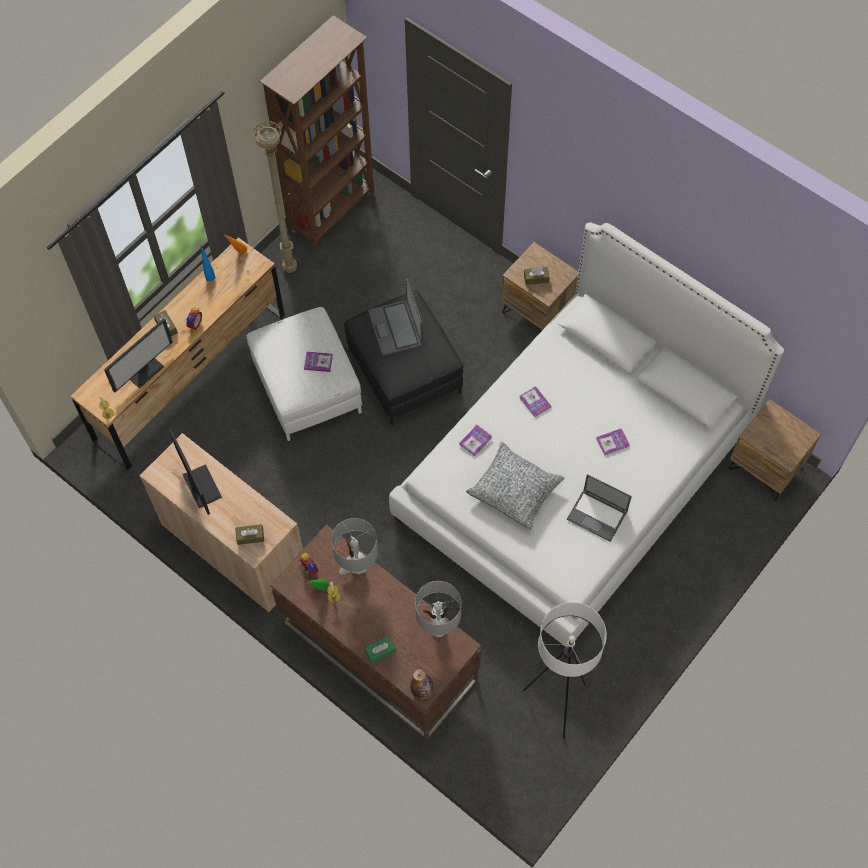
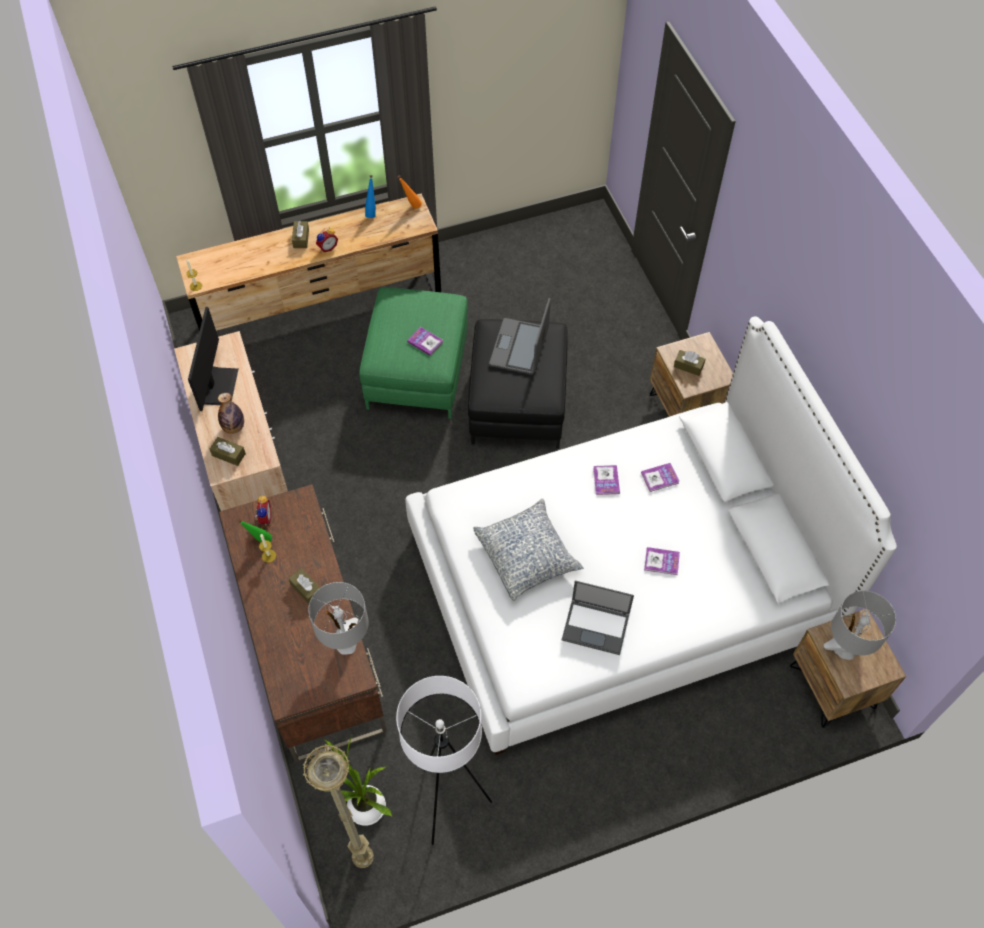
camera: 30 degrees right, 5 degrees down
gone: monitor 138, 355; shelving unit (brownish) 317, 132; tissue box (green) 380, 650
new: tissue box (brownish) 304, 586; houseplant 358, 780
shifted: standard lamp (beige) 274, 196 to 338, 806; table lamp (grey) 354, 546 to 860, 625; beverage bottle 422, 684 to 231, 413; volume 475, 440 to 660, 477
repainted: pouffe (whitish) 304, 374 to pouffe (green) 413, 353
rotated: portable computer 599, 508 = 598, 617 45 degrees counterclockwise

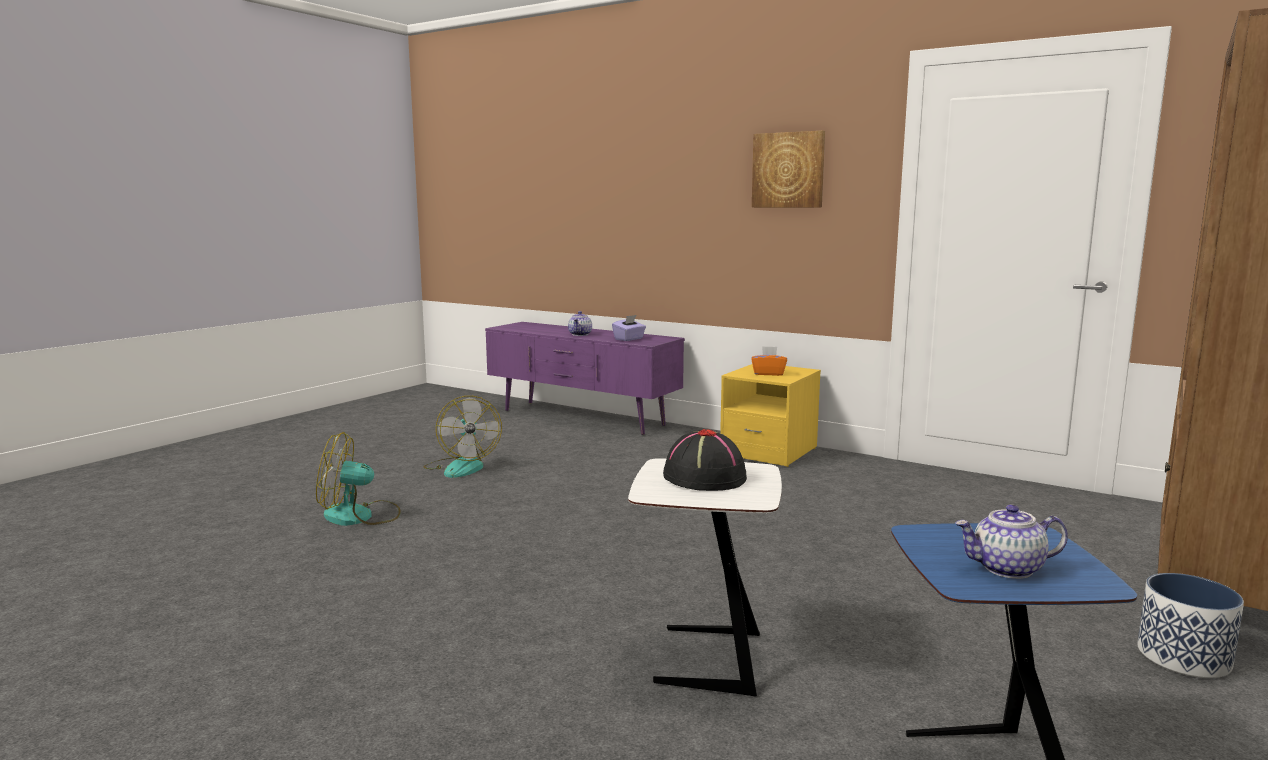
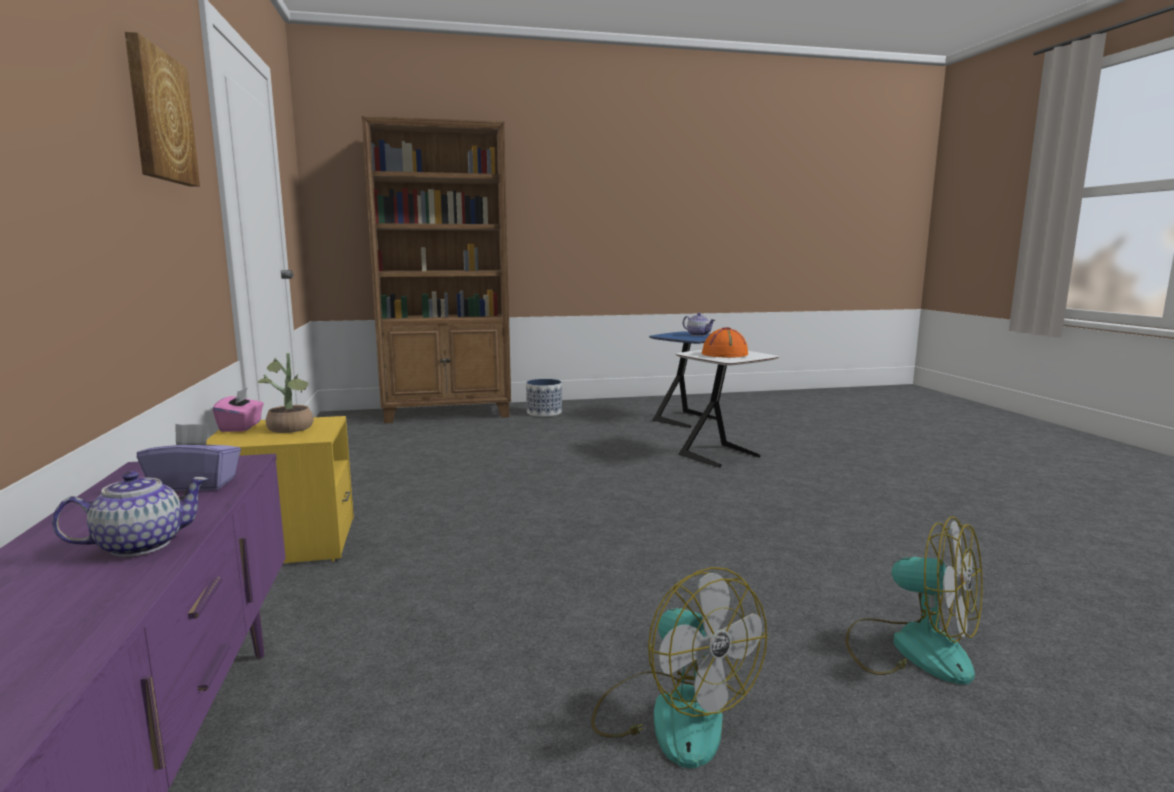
camera: 135 degrees left, 0 degrees up
new: tissue box (pinkish) 238, 409
swapped: tissue box (orange) 769, 361 to houseplant 286, 393
repainted: wearable hat (black-coloured) 705, 460 to wearable hat (orange) 725, 342
rotated: fan 462, 437 = 679, 667 120 degrees clockwise

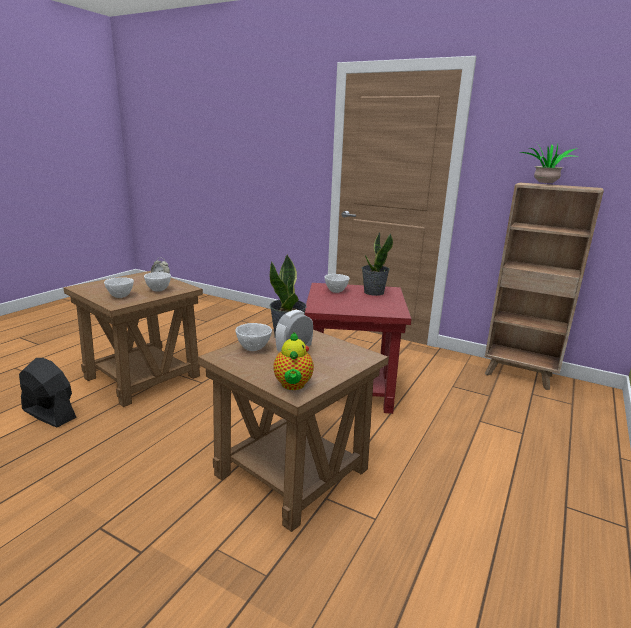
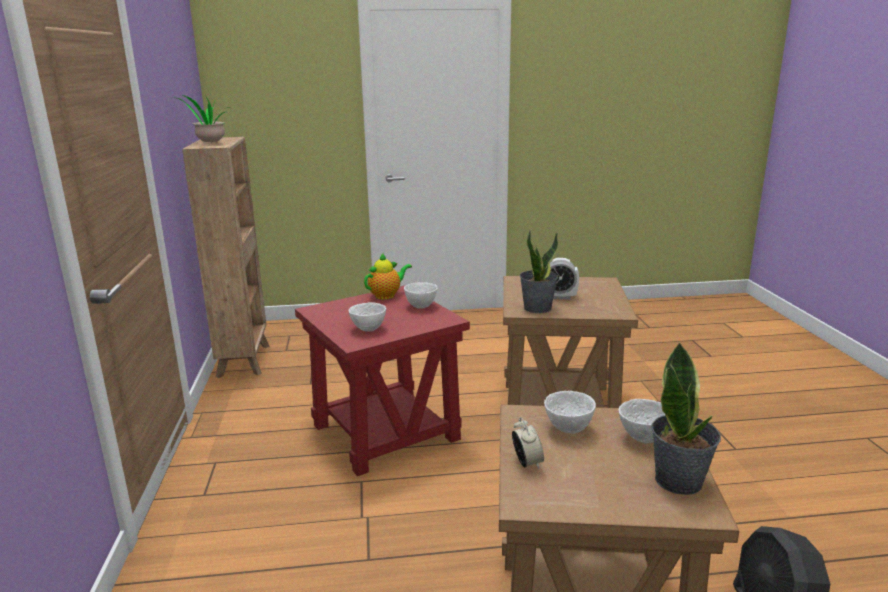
camera: 125 degrees left, 0 degrees up
shifted: bowl (whitish) 253, 337 to 420, 295; pot for tea 293, 361 to 388, 276; houseplant 377, 264 to 686, 418

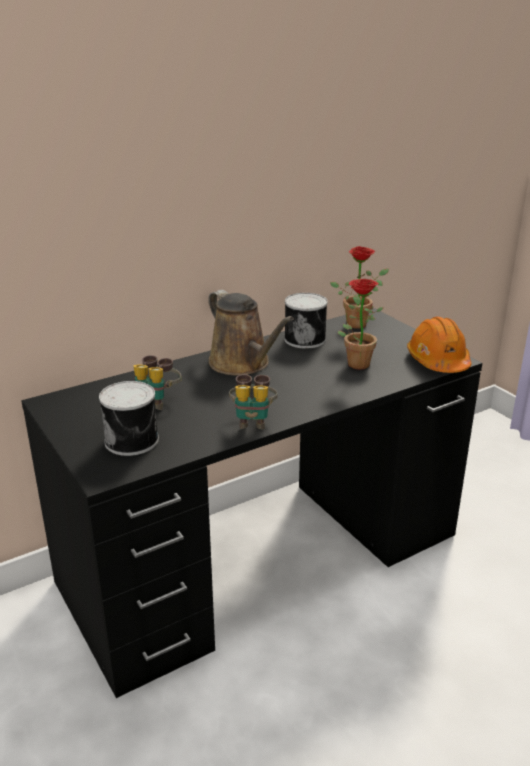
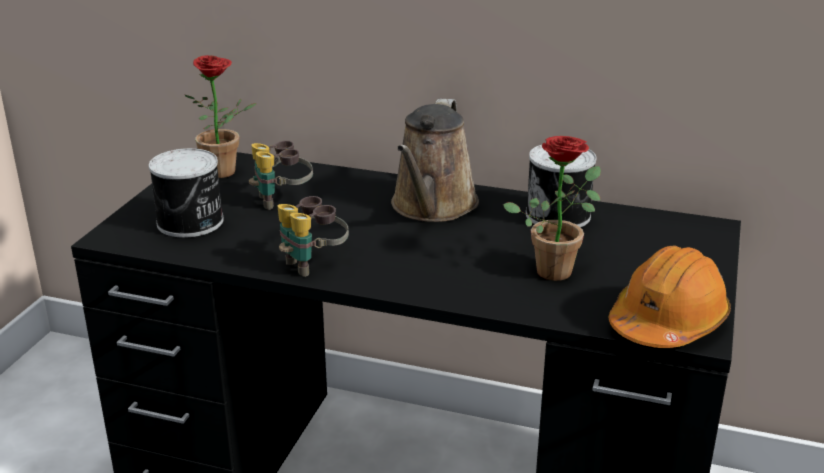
camera: 50 degrees right, 0 degrees up
shifted: houseplant 359, 287 to 220, 116

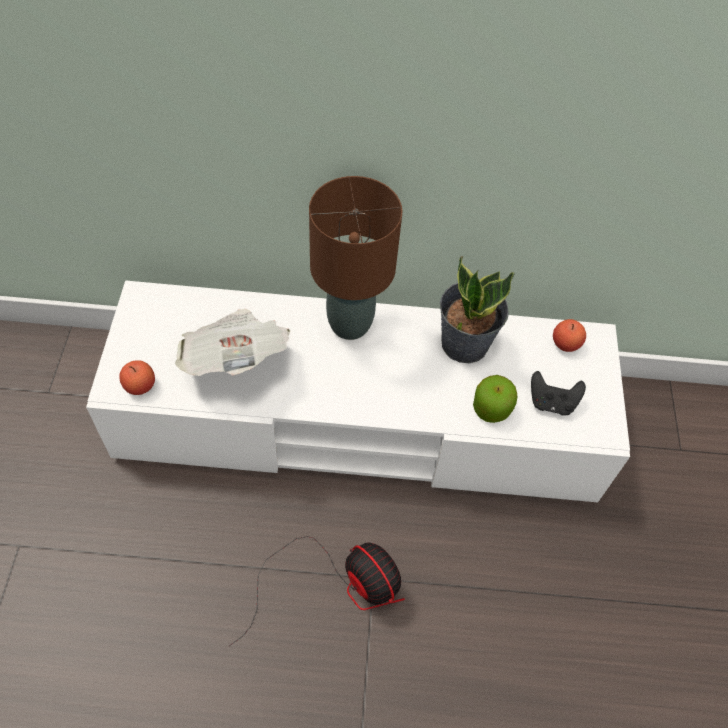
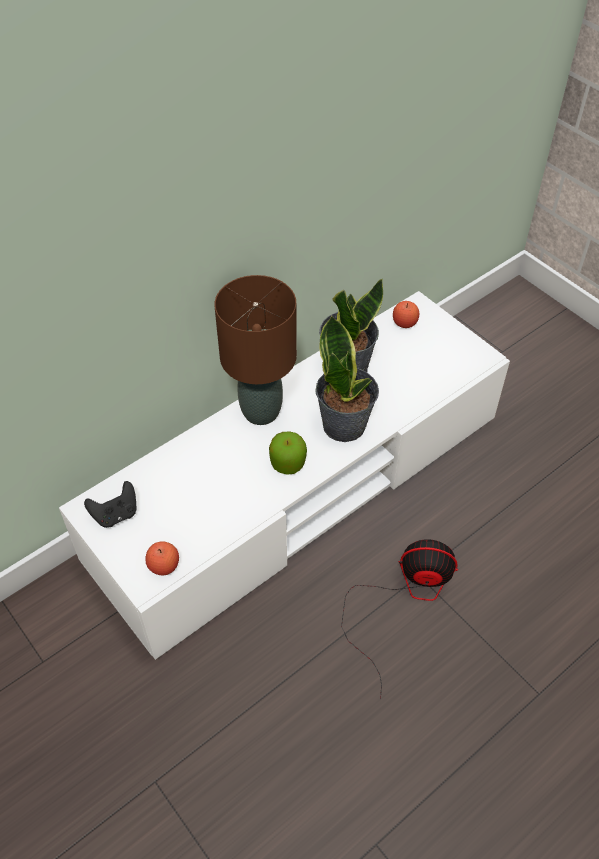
camera: 40 degrees left, 5 degrees down
gone: daily paper 233, 342
new: houseplant 347, 379
shifted: whole apple 495, 399 to 288, 453; game controller (black-coloured) 558, 393 to 110, 504

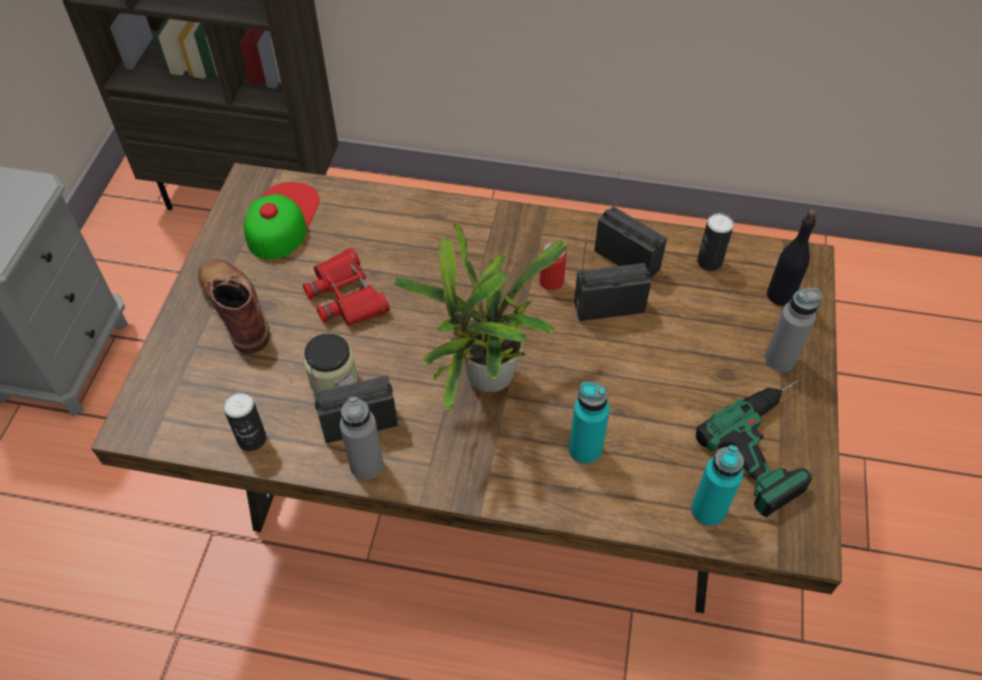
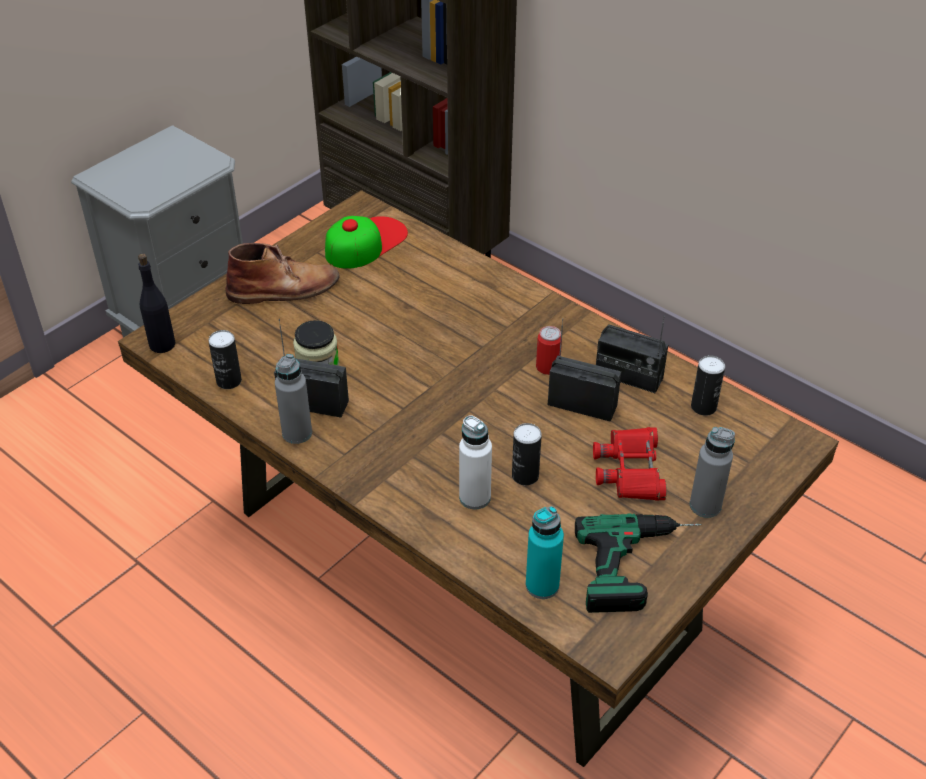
camera: 30 degrees right, 10 degrees down
gone: houseplant 480, 317
new: can 527, 454
shifted: field glasses (red-coloured) 346, 287 to 630, 464; beverage bottle (black-coloured) 792, 257 to 157, 303
repainted: beverage bottle (blue-green) 589, 423 to beverage bottle (whitish) 475, 462
rotated: high-top boot (brownish) 234, 306 = 282, 273 75 degrees clockwise; radio 630, 225 = 632, 354 135 degrees clockwise

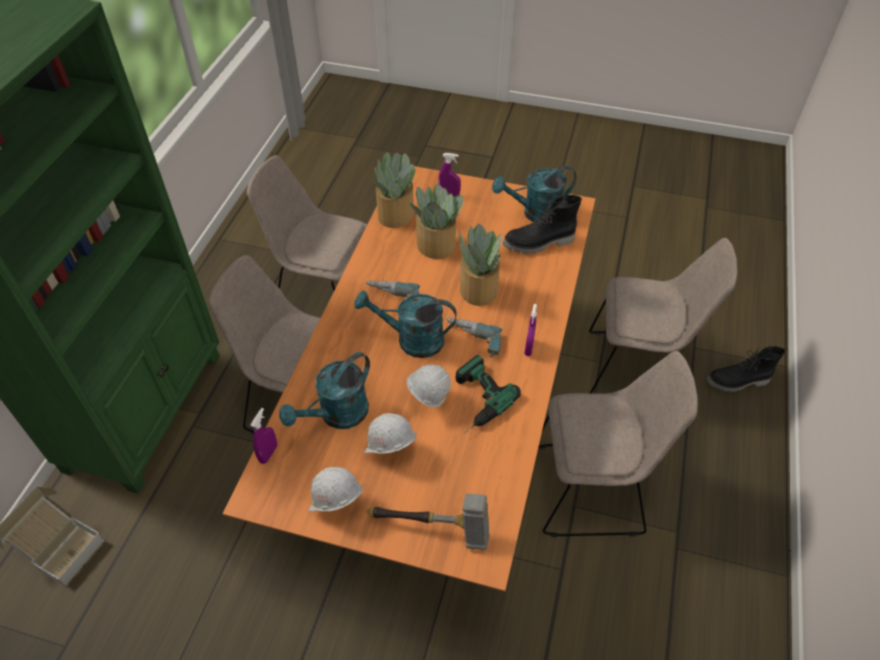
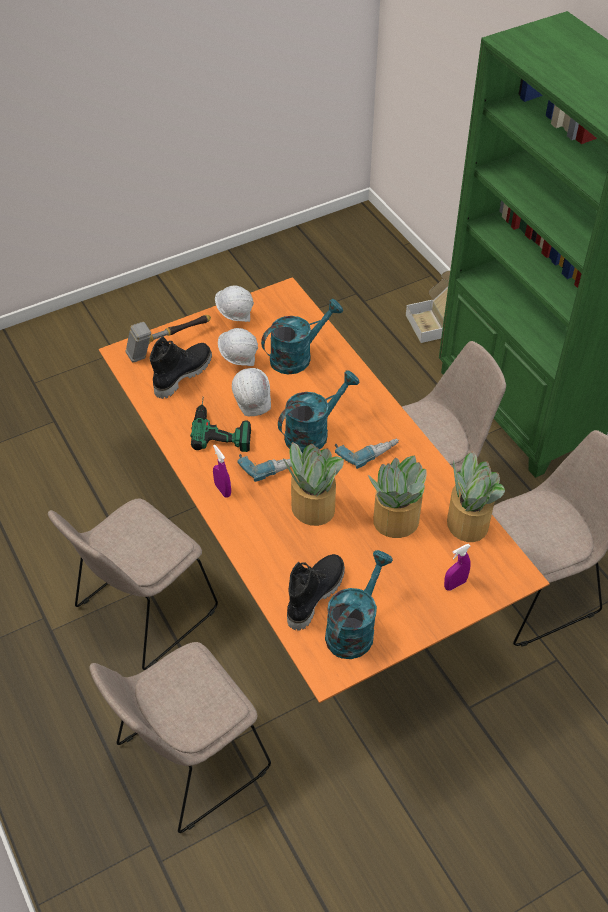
camera: 135 degrees right, 0 degrees up
gone: sprayer (purple) 263, 436
shifted: high-top boot (black-coloured) 746, 369 to 181, 367
rotated: watering can (blue-green) 324, 390 = 302, 336 60 degrees clockwise

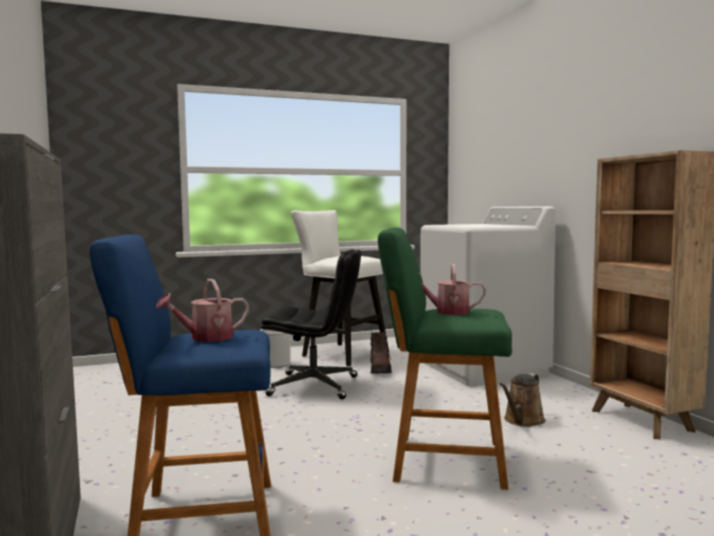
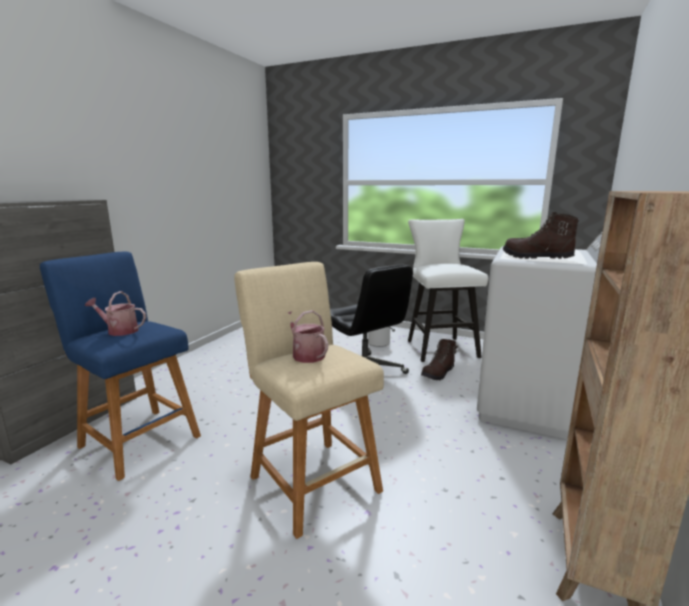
camera: 45 degrees right, 10 degrees up
gone: watering can (brownish) 522, 400
new: high-top boot (brownish) 541, 235
repainted: stool seat (green) 445, 358 to stool seat (beige) 309, 400

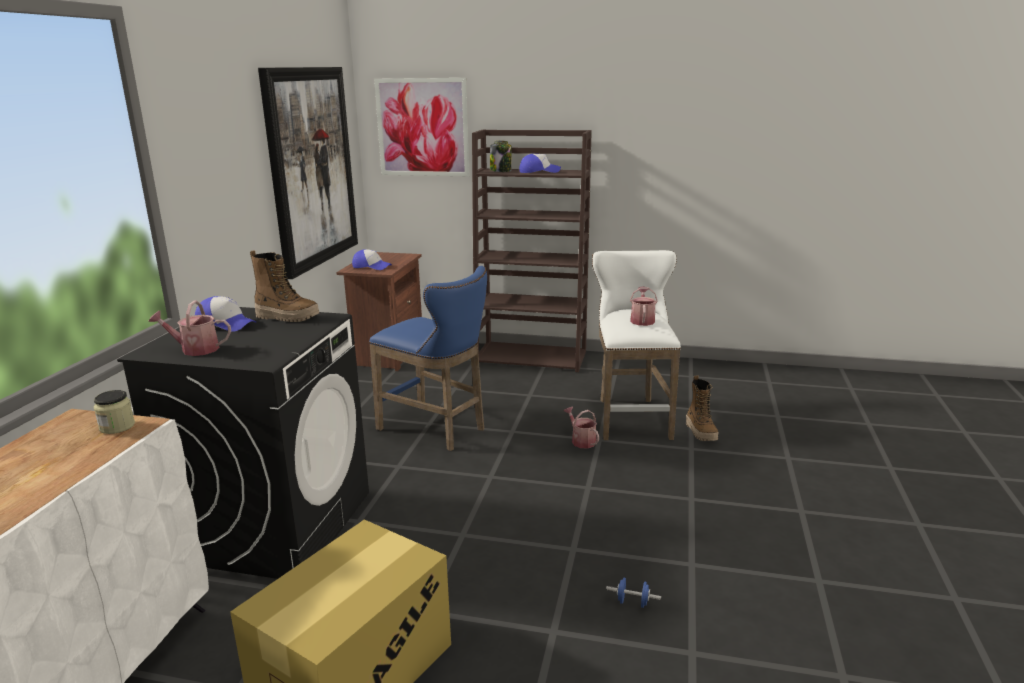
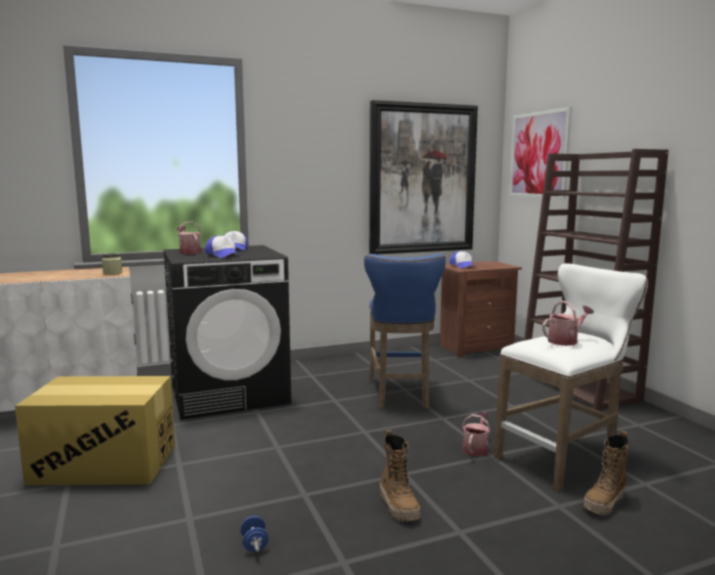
camera: 55 degrees right, 10 degrees down
gone: storage jar 501, 156
shifted: high-top boot 284, 286 to 400, 475; baseball cap 540, 163 to 222, 247

